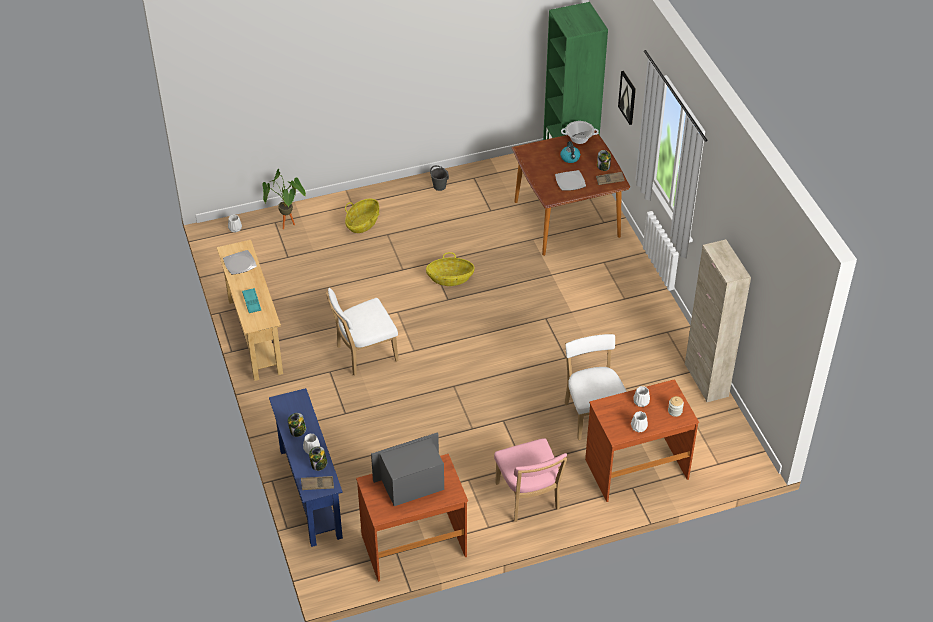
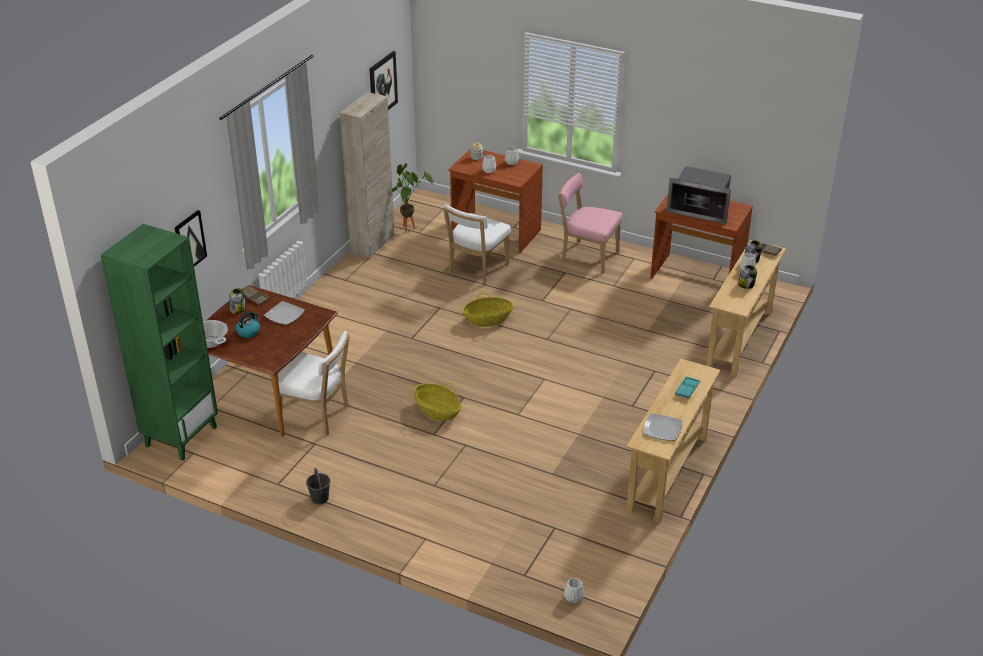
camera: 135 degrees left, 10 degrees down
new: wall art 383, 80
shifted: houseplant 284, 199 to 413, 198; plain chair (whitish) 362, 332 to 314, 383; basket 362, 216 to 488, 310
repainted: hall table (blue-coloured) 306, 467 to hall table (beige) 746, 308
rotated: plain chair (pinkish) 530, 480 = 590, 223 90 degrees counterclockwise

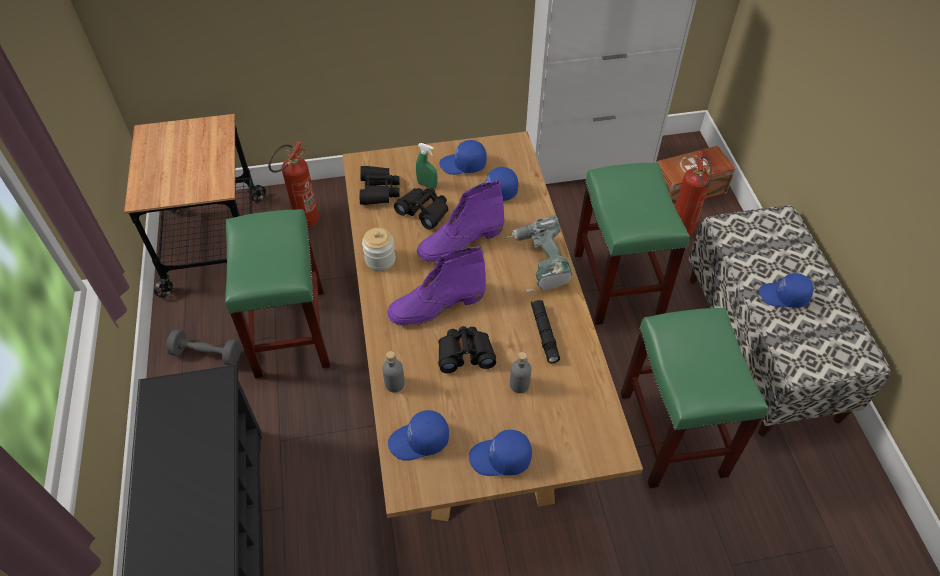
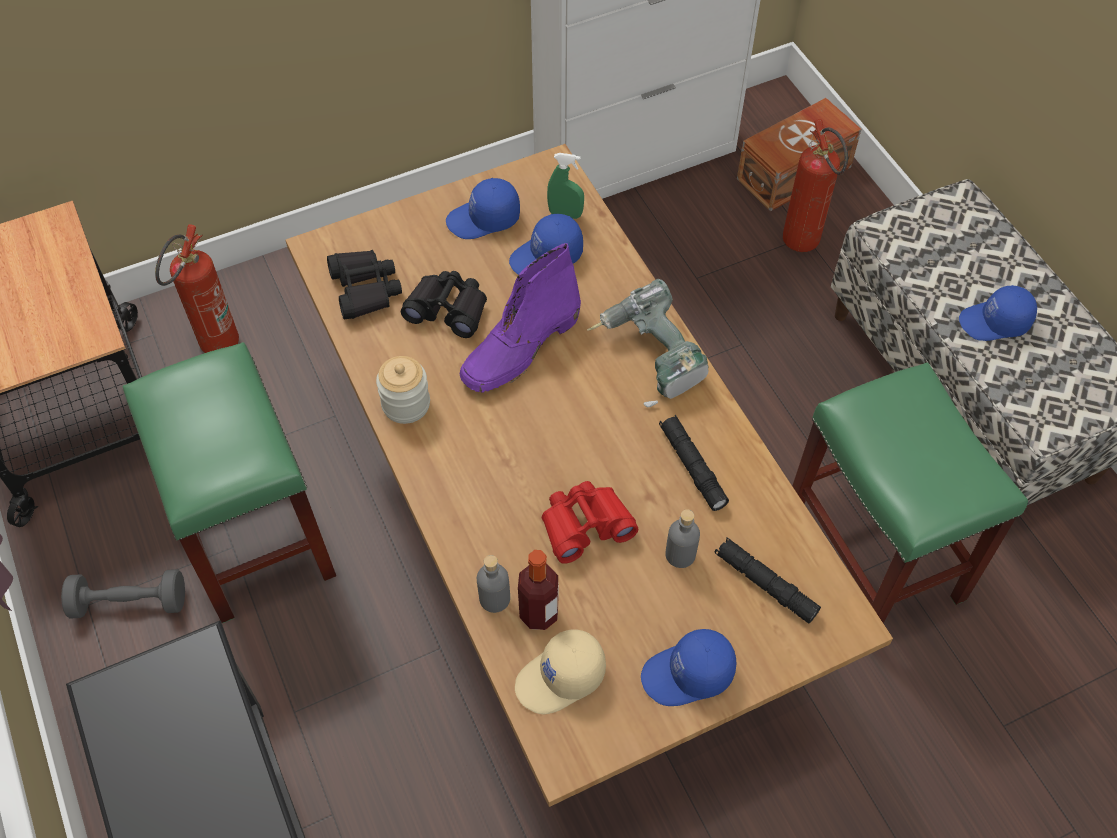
camera: 15 degrees left, 5 degrees up
gone: high-top boot (purple) 436, 285; stool seat (green) 632, 244
new: beverage bottle 538, 590; torch (black-coloured) 768, 580
shifted: sprayer (green) 427, 166 to 565, 186
repainted: baseball cap (blue-coloured) 418, 435 to baseball cap (beige) 560, 671; field glasses (black-coloured) 467, 349 to field glasses (red-coloured) 590, 522

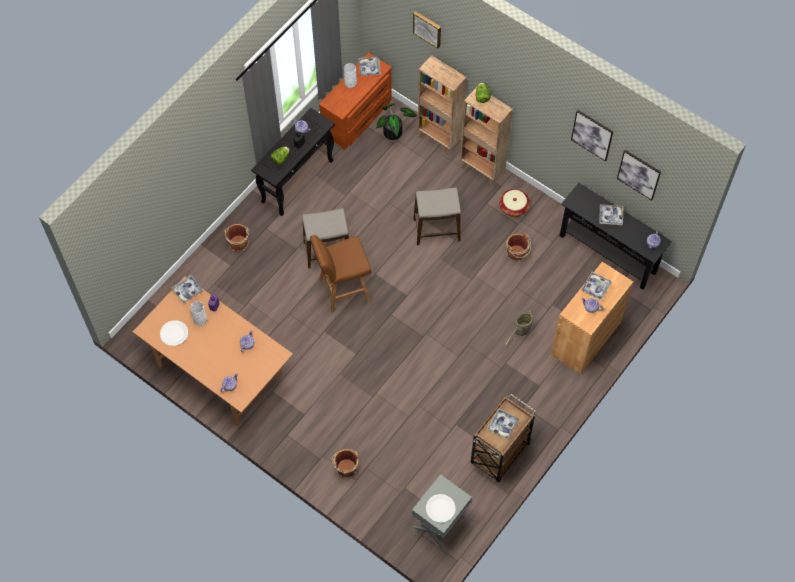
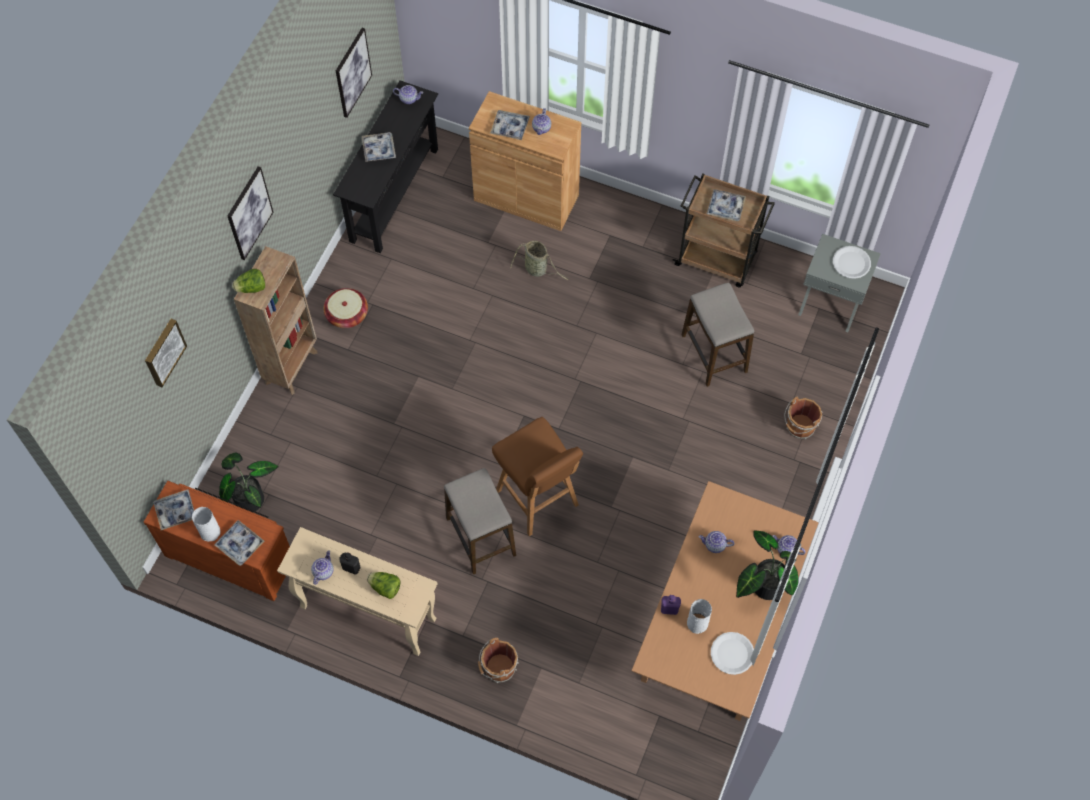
camera: 105 degrees left, 0 degrees up
gone: shelving unit (brownish) 442, 105; bucket (brownish) 518, 247
new: houseplant 767, 565
shifted: tray 187, 289 to 239, 543; stool seat 437, 216 to 718, 335; wall art 592, 135 to 250, 213
repainted: hall table (black-coloured) 293, 162 to hall table (beige) 357, 591

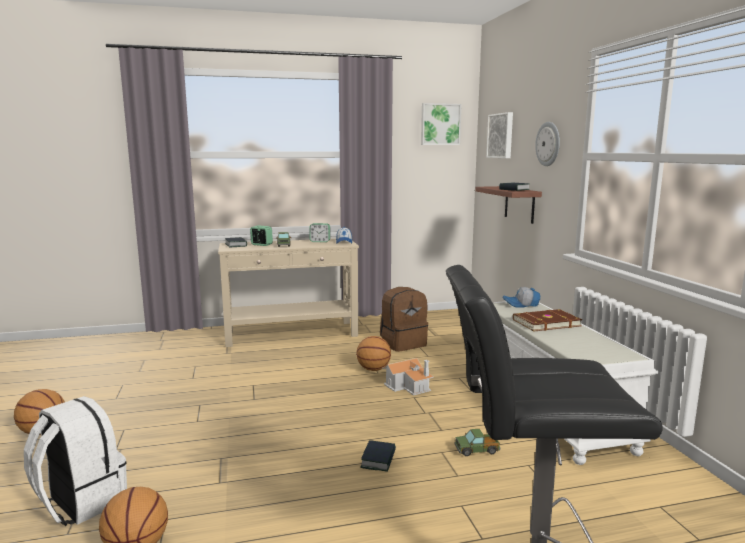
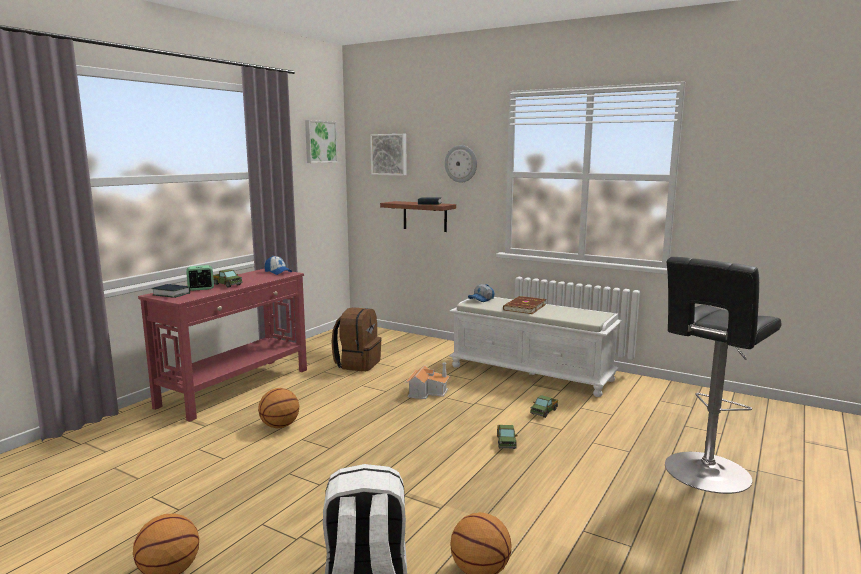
camera: 45 degrees left, 0 degrees up
gone: table clock 319, 232
shifted: basketball 373, 353 to 278, 408
swapped: volume 378, 456 to toy truck 507, 437
repainted: hall table (beige) 288, 293 to hall table (red-coloured) 222, 345

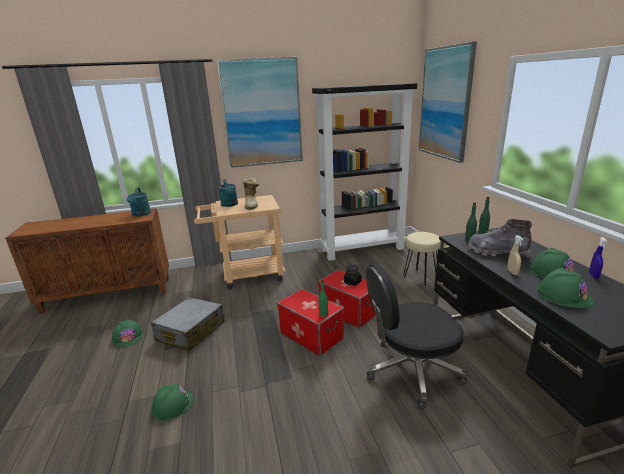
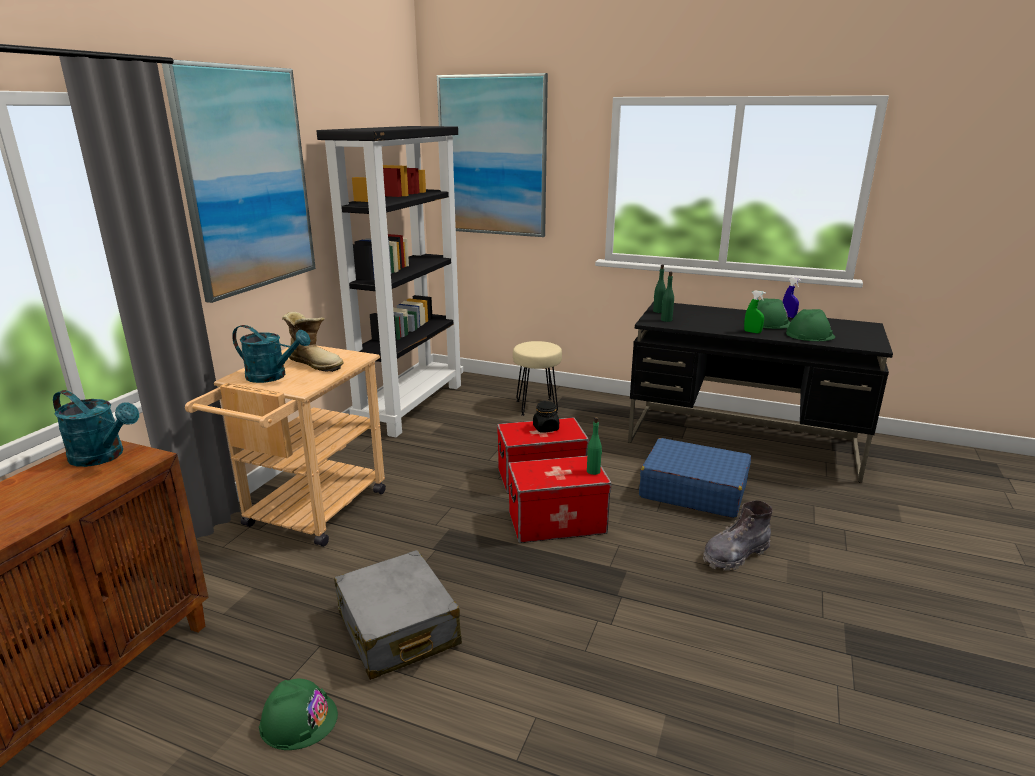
camera: 55 degrees left, 0 degrees up
gone: safety helmet (green) 172, 402
shifted: high-top boot (grey) 500, 238 to 738, 535
swapped: desk chair (black-coloured) 417, 336 to travel case (blue-coloured) 695, 478
repainted: sprayer (beige) 515, 255 to sprayer (green) 755, 311

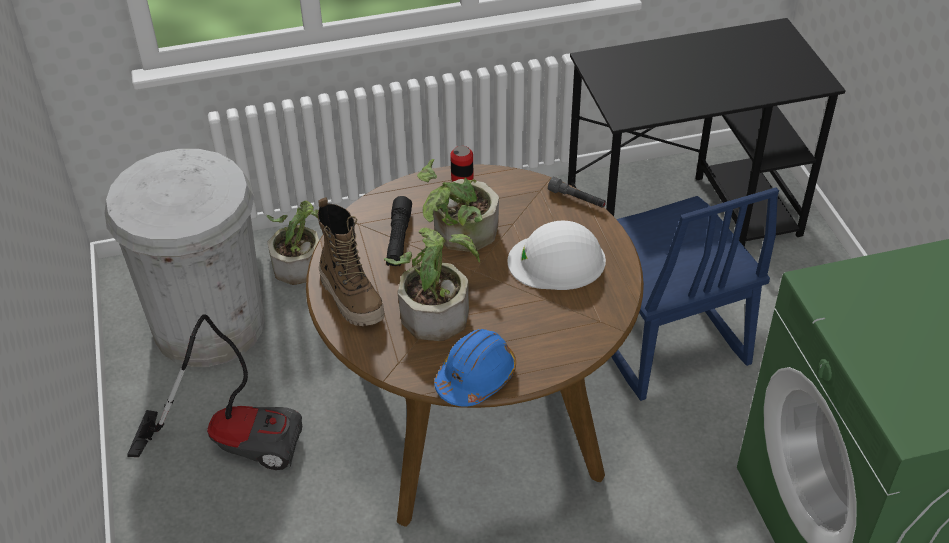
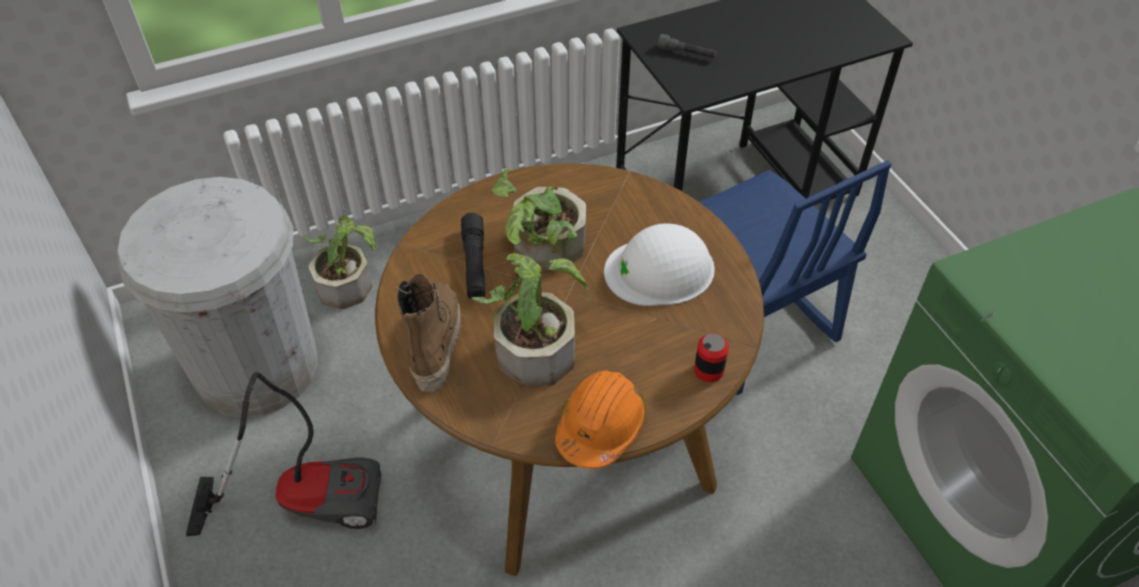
camera: 10 degrees left, 5 degrees up
shifted: can 462, 163 to 711, 358; torch (grey) 577, 192 to 687, 46
repainted: safety helmet (blue-coloured) 475, 368 to safety helmet (orange) 601, 420
rotated: high-top boot 351, 261 = 428, 333 135 degrees counterclockwise

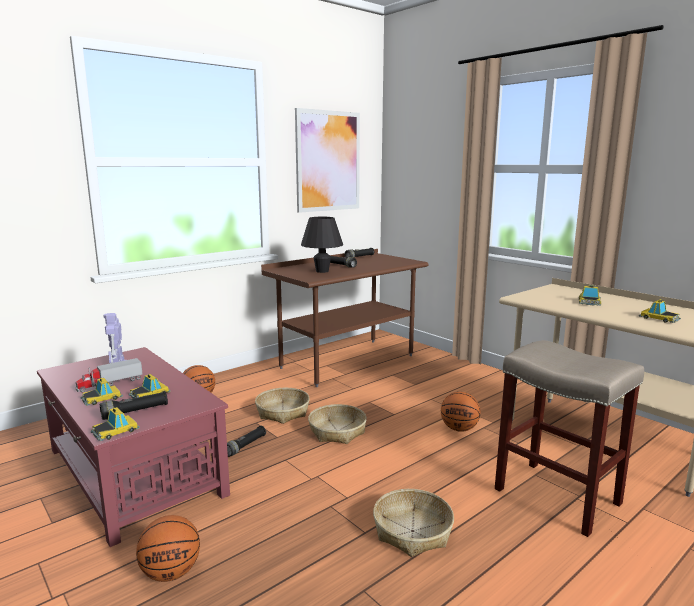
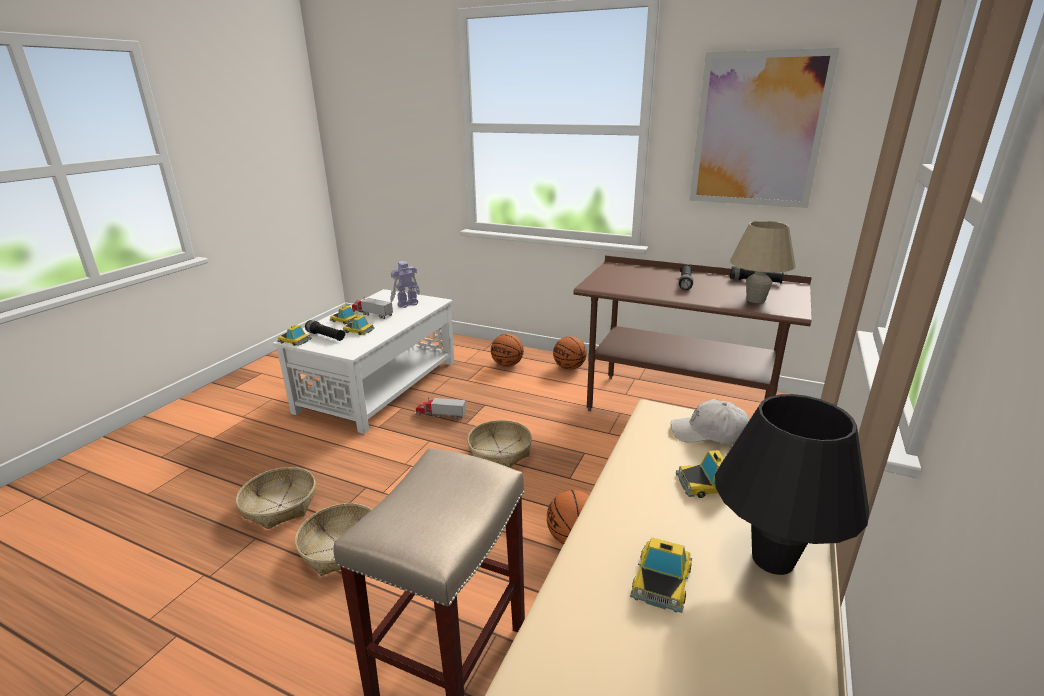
camera: 65 degrees right, 10 degrees up
new: baseball cap (whitish) 710, 421; table lamp (beige) 763, 262
shifted: basketball 168, 548 to 570, 353; basket 282, 406 to 276, 498; table lamp (black-coloured) 322, 245 to 792, 484
swapped: torch (black-coloured) 246, 441 to toy truck 440, 408
repainted: lounge table (red-coloured) 133, 447 to lounge table (whitish) 363, 361

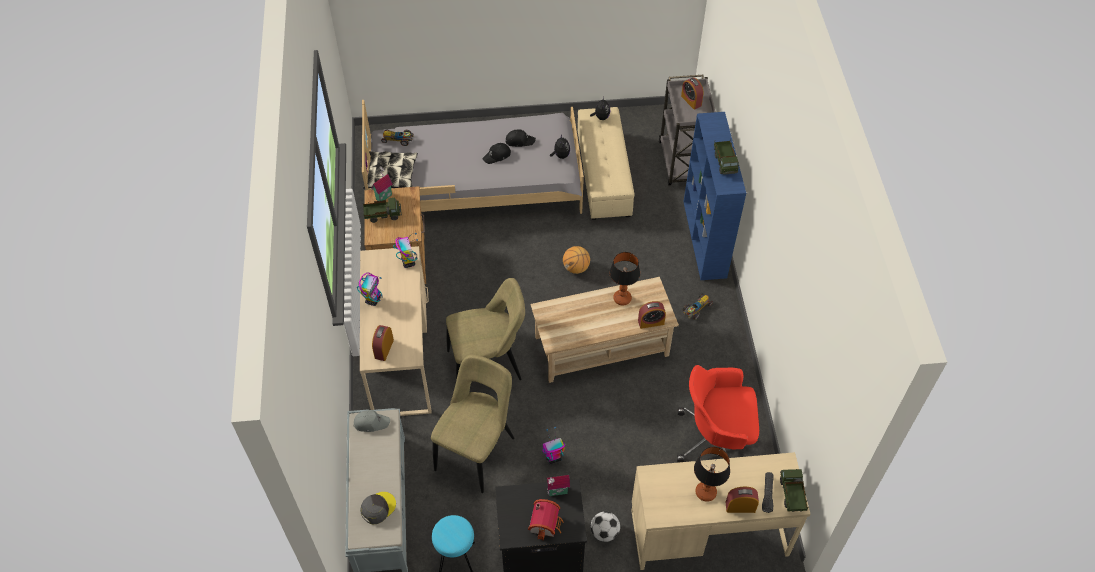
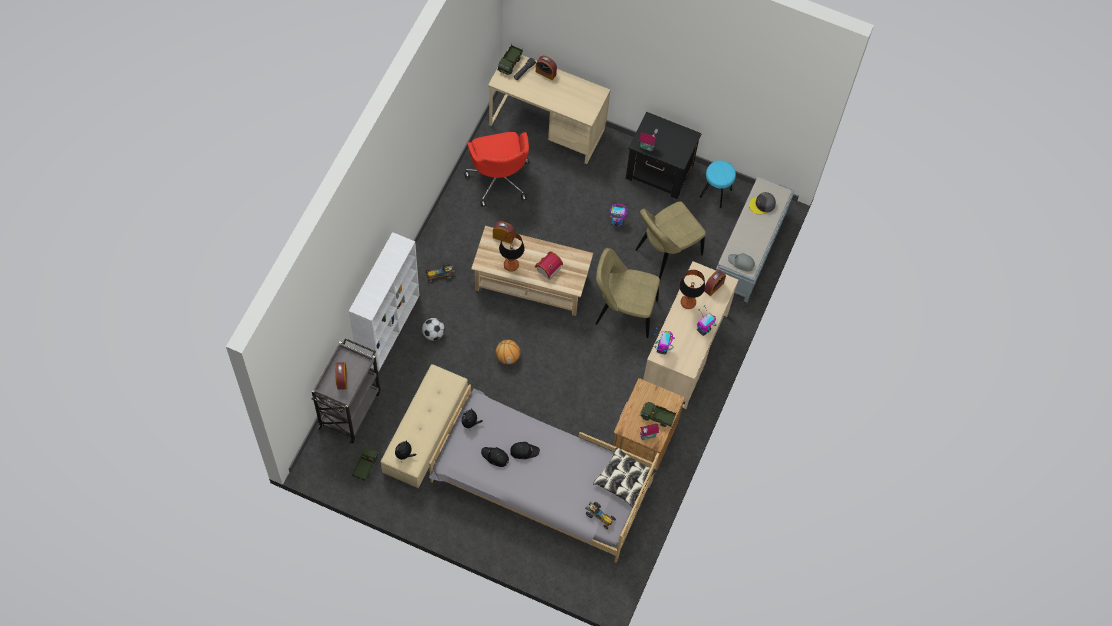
camera: 155 degrees left, 10 degrees up
shifted: model house 545, 520 to 549, 265; football ball 605, 526 to 433, 329; table lamp 712, 474 to 692, 289; toy truck 726, 156 to 365, 464
repainted: shelving unit (blue-coloured) 714, 196 to shelving unit (whitish) 384, 301
rotated: desk chair (red-coloured) 718, 413 = 497, 169 45 degrees clockwise

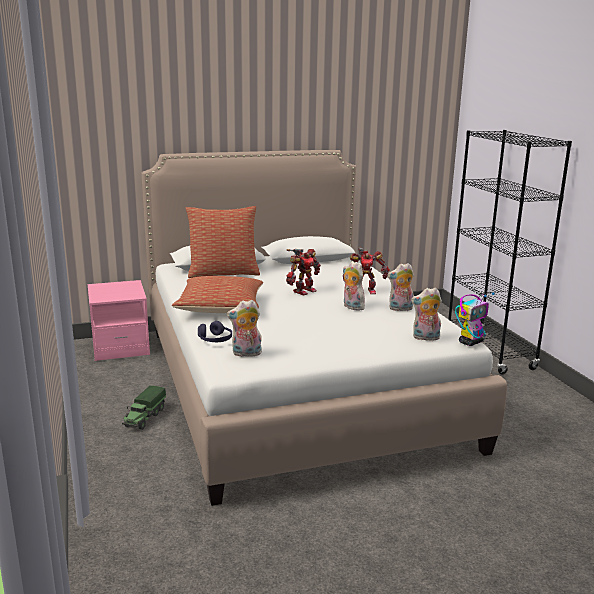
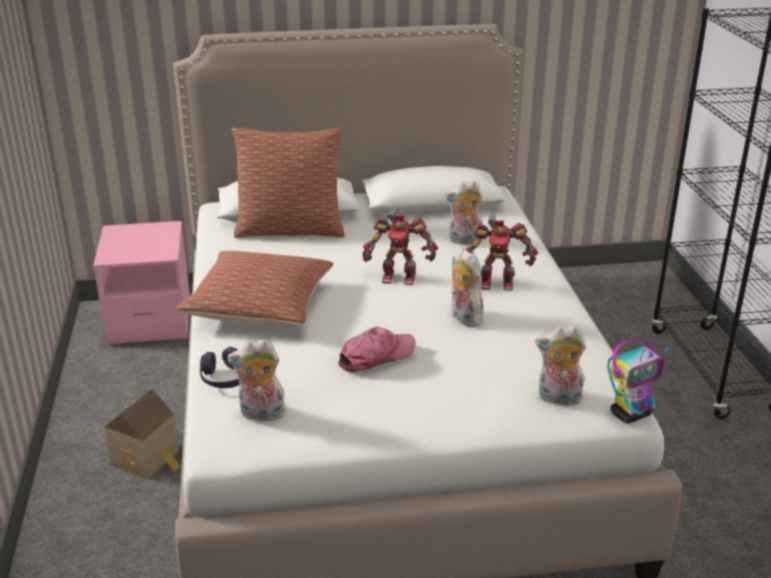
camera: 10 degrees right, 10 degrees up
new: baseball cap 377, 349
shifted: plush toy 400, 287 to 464, 213
swapped: toy truck 144, 407 to model house 142, 433
rotated: robot figure 303, 272 = 400, 246 45 degrees clockwise

